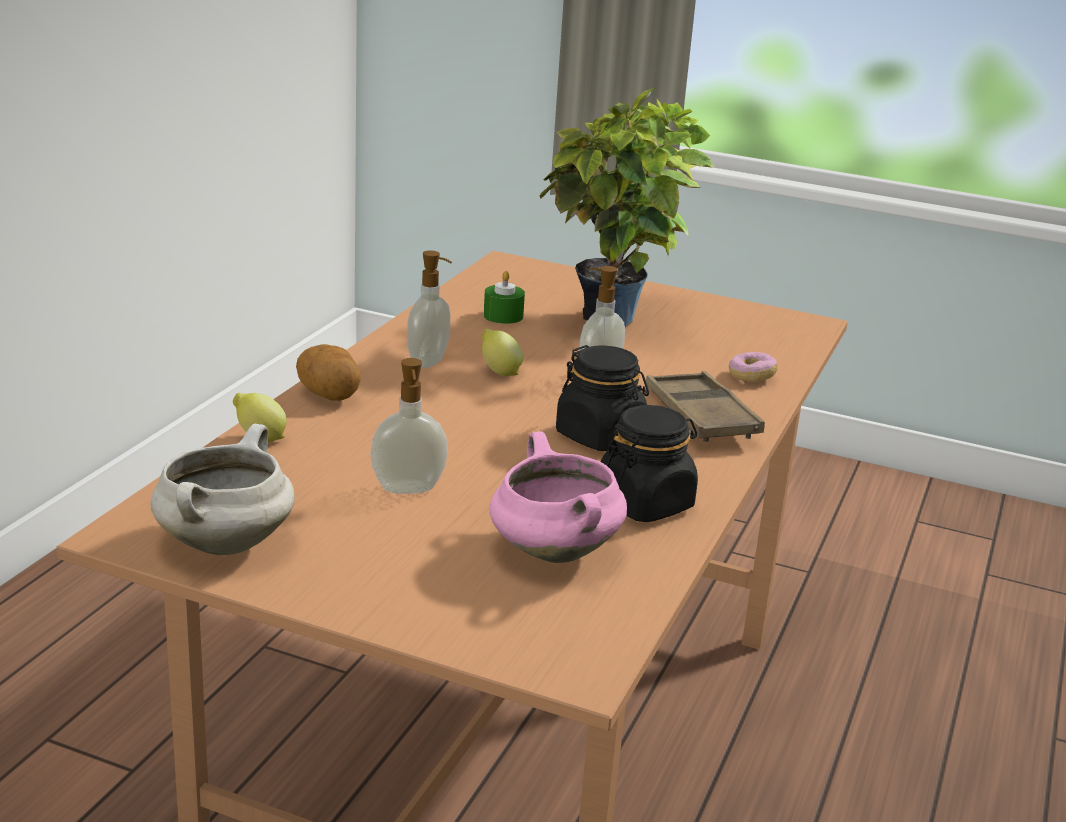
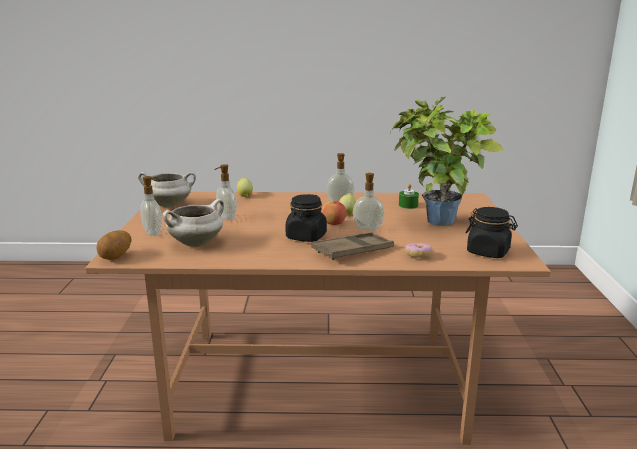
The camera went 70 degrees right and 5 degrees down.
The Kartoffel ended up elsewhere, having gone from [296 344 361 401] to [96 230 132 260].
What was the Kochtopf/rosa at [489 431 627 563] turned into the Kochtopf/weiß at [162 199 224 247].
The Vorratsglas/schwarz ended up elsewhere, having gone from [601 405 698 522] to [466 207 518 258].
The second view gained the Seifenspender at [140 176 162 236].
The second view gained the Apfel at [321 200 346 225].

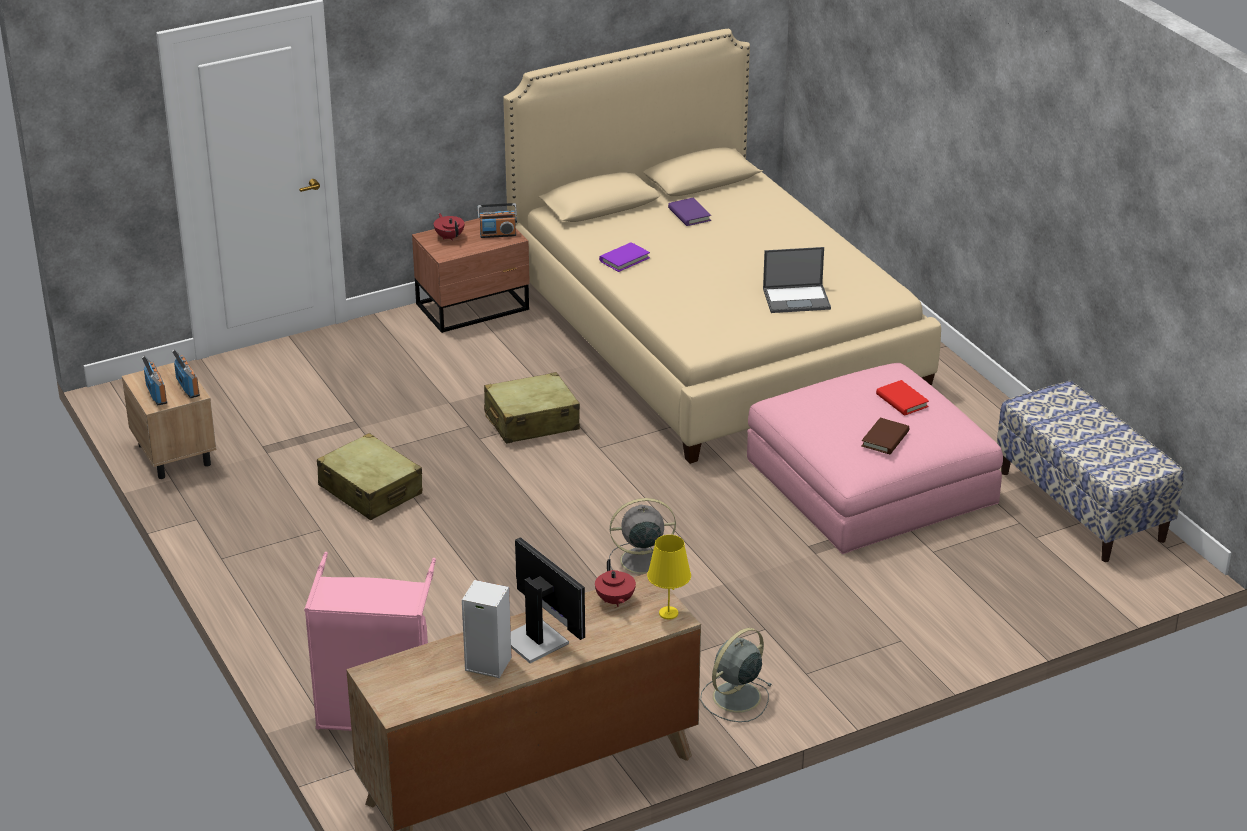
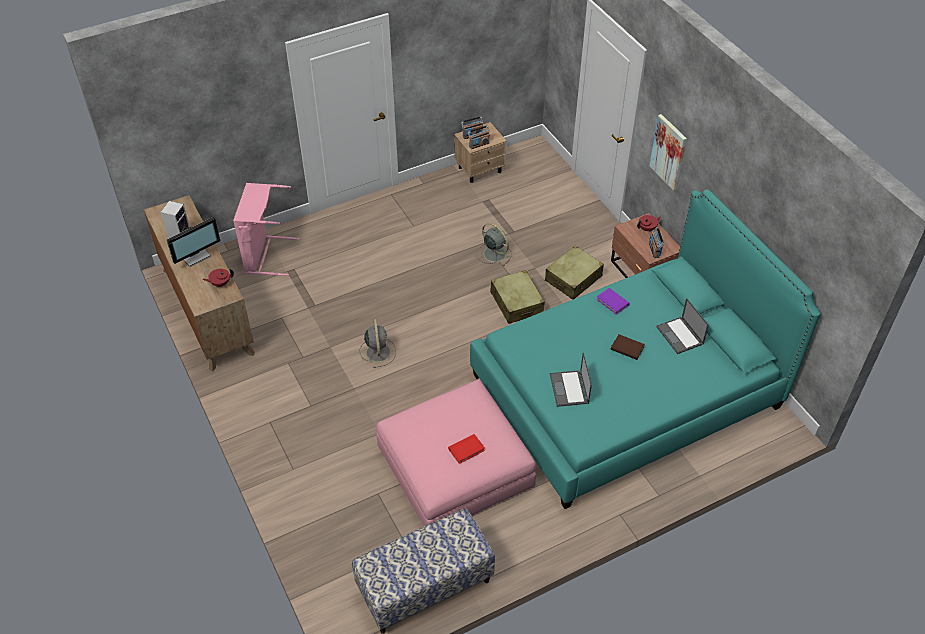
The camera went 90 degrees right and 15 degrees up.
The Koffer/beige ended up elsewhere, having gone from [317 433 422 520] to [545 245 604 300].
What was the Bett/beige at [503 29 941 464] turned into the Bett/türkis at [470 189 820 509].
The second view lost the Tischlampe/gelb at [647 535 691 620].
Where the Buch/lila stood at [668 198 711 226], the Laptop came to stand at [656 298 709 354].
The Ventilator/grau ended up elsewhere, having gone from [700 628 772 722] to [476 223 512 266].
The Buch/braun ended up elsewhere, having gone from [861 418 909 454] to [611 334 645 360].
The second view gained the Bild at [649 114 687 190].

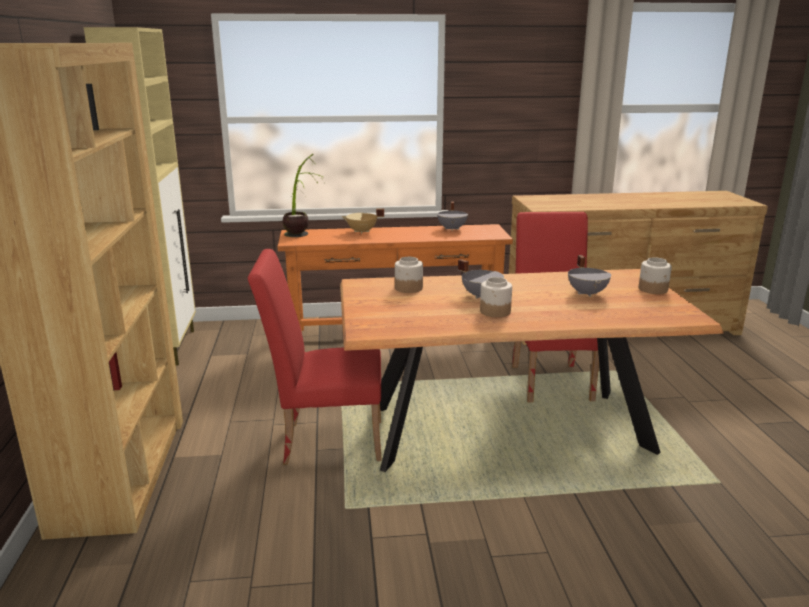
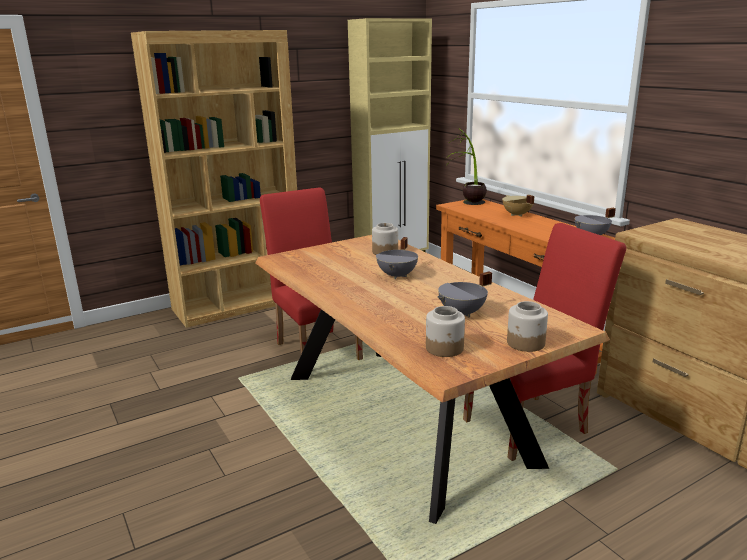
The camera went 65 degrees right and 0 degrees up.
The Vorratsglas ended up elsewhere, having gone from [480 277 512 317] to [426 306 465 357].

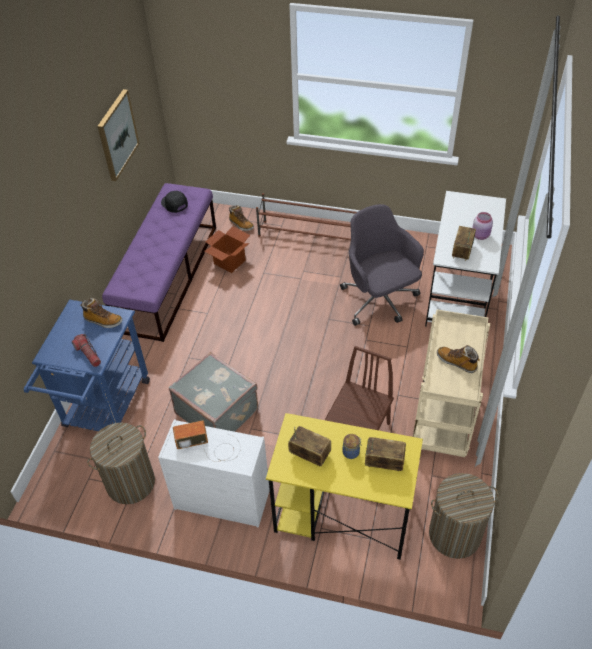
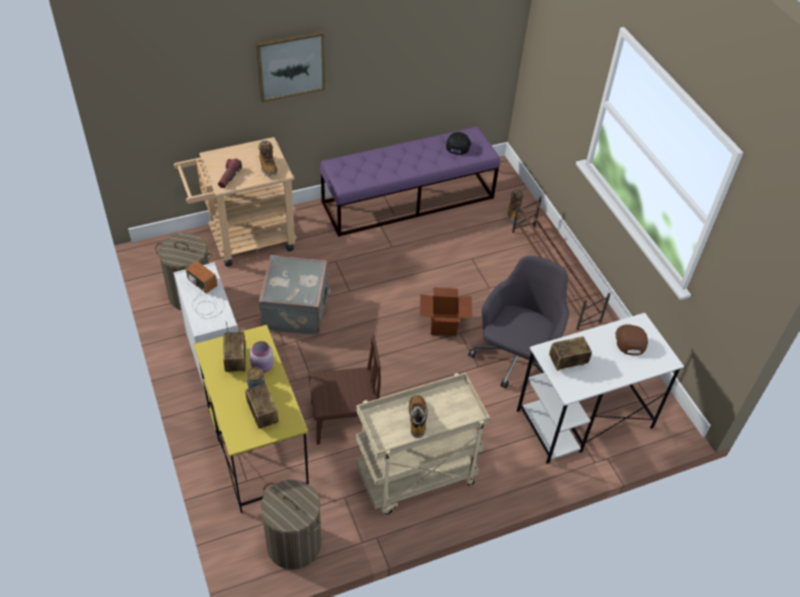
The camera went 50 degrees right and 0 degrees up.
What was the Rollwagen/blau at [24 299 150 431] turned into the Rollwagen/beige at [174 137 297 267].
The Bild ended up elsewhere, having gone from [97 89 140 181] to [256 31 325 102].
The Karton ended up elsewhere, having gone from [204 226 250 273] to [420 287 472 336].
The Vorratsglas/rosa ended up elsewhere, having gone from [472 212 493 240] to [250 341 274 373].
The second view gained the Kappe/braun at [615 324 648 355].

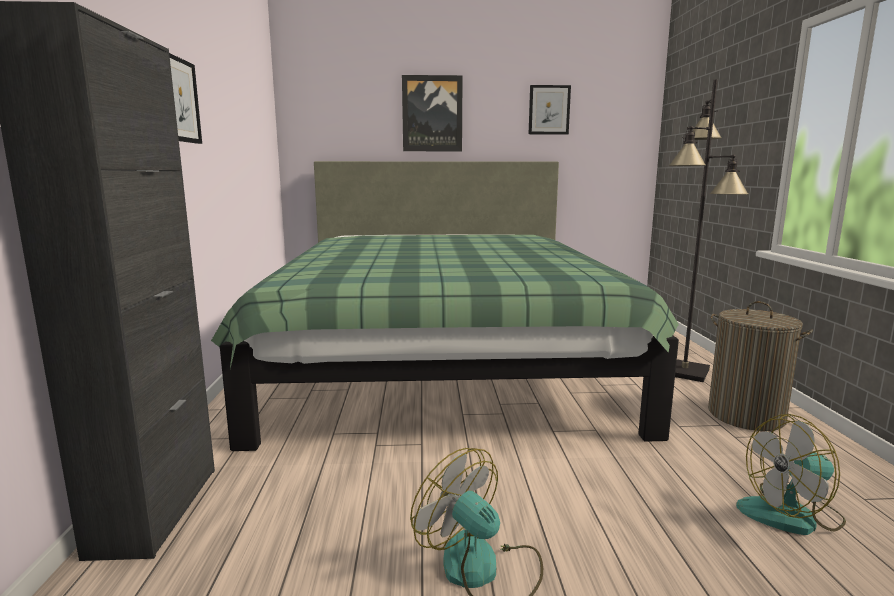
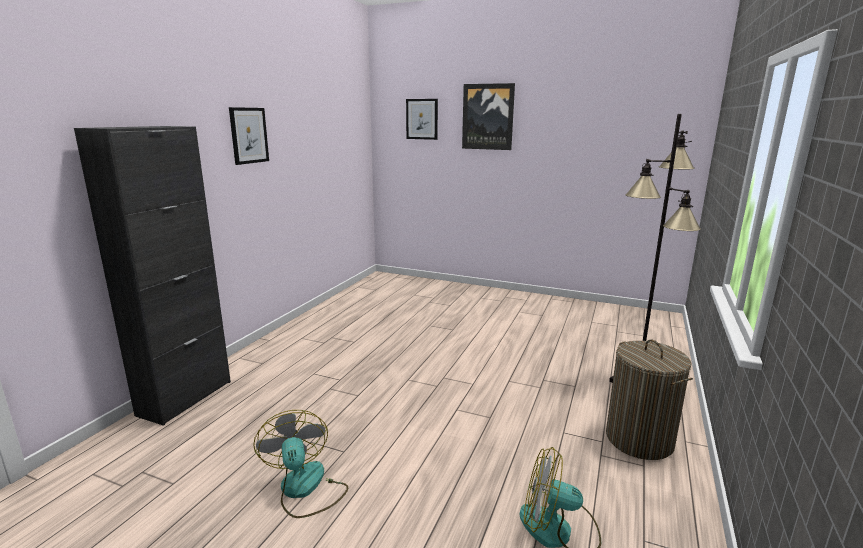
The camera went 25 degrees right and 5 degrees up.
The second view lost the Bett/grün at [211 161 679 451].
The Bild ended up elsewhere, having gone from [529 85 571 134] to [406 99 438 140].

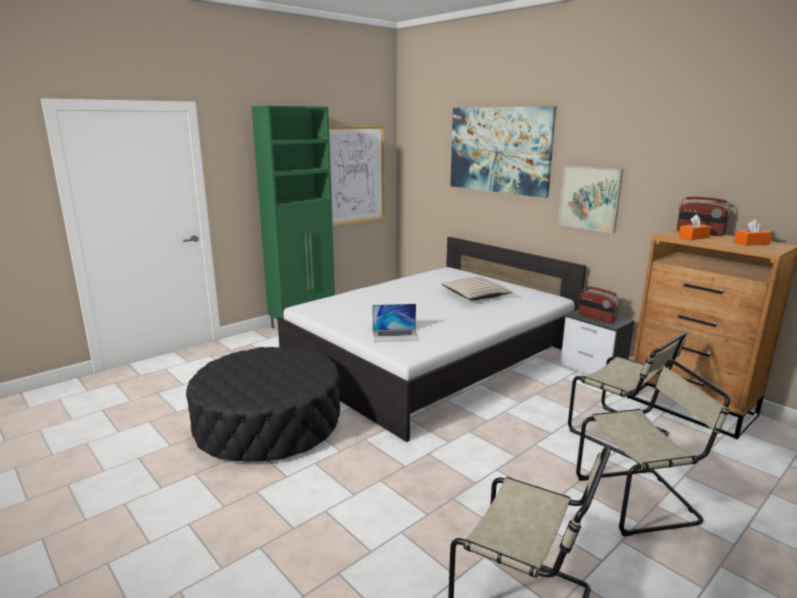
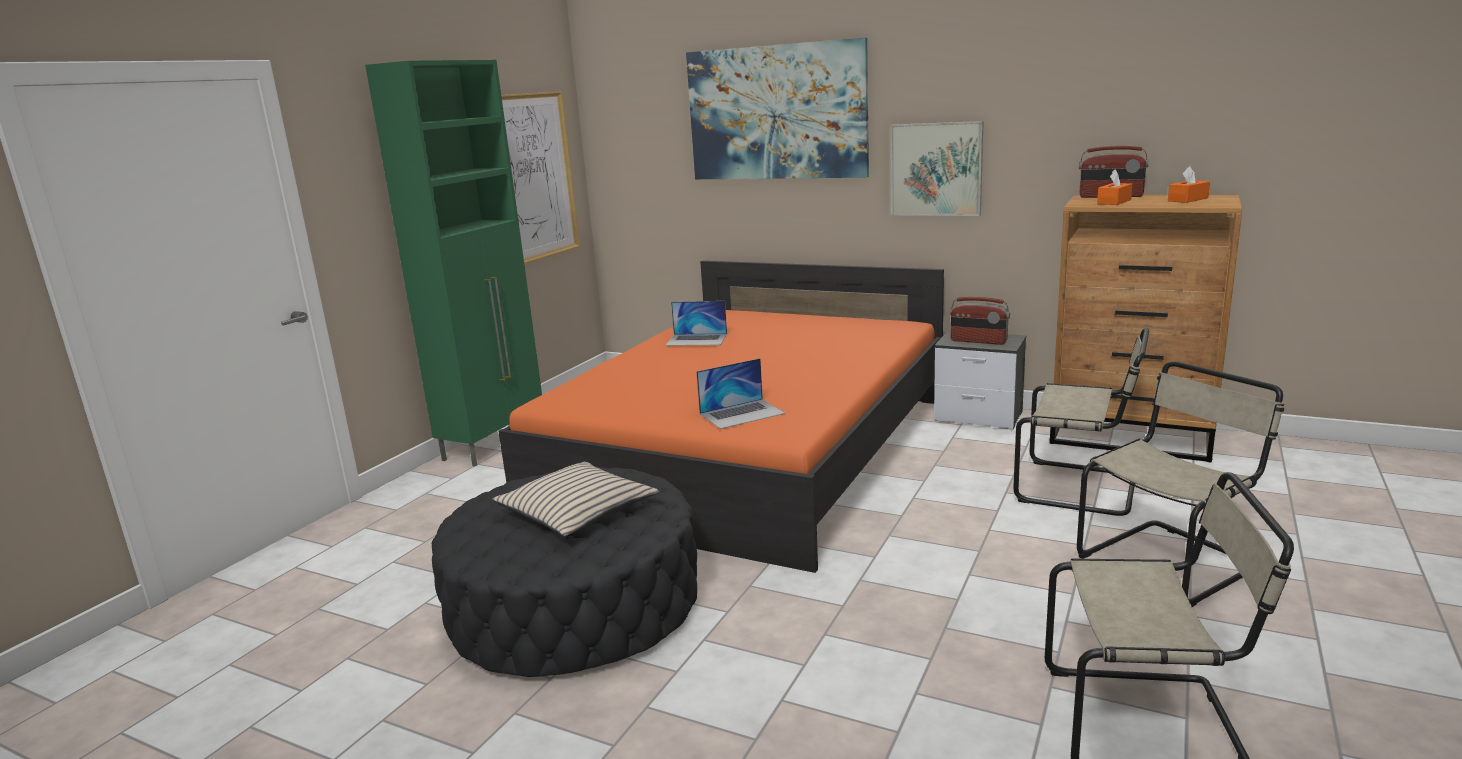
The camera went 20 degrees left and 0 degrees up.
What was the Bett/weiß at [277 237 586 442] turned into the Bett/orange at [498 261 944 573].
The Kissen/beige ended up elsewhere, having gone from [442 277 513 300] to [493 462 659 537].
The second view gained the Laptop at [665 301 727 346].

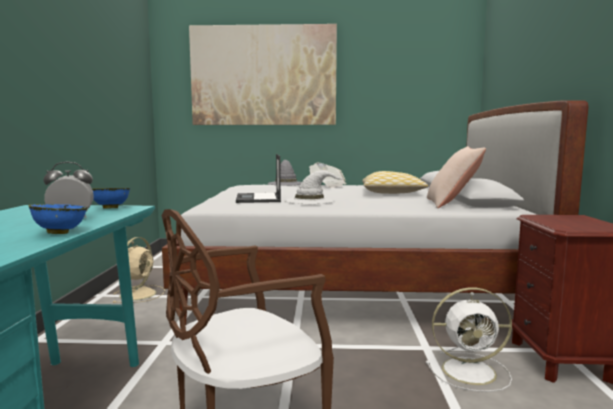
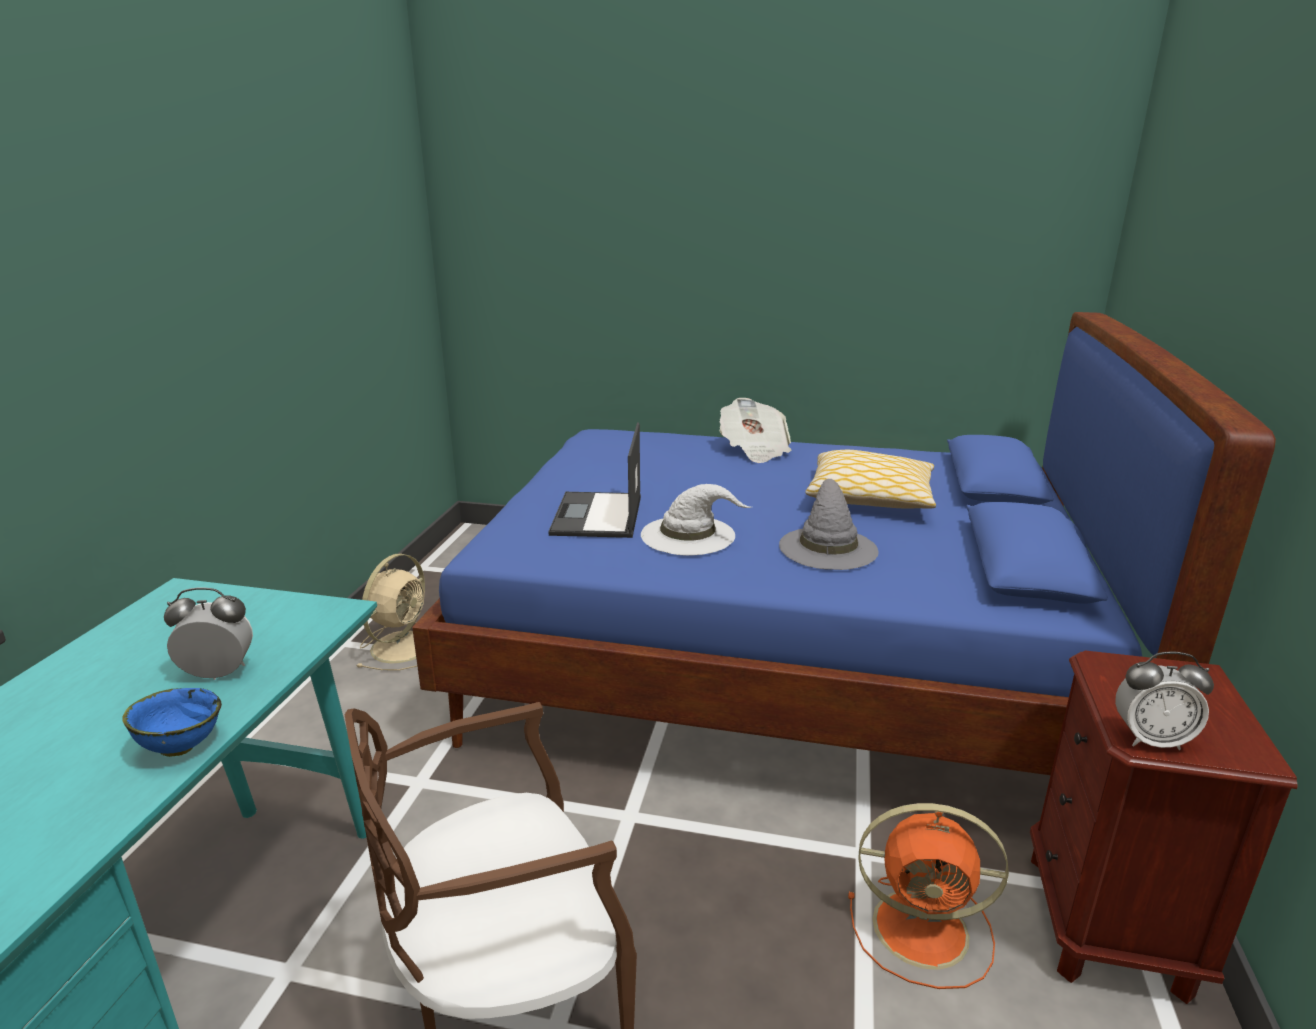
The camera went 10 degrees right and 15 degrees up.
The second view lost the Schüssel/blau at [92 188 130 209].
What was the Bett/weiß at [162 100 588 327] turned into the Bett/blau at [412 312 1276 775].
The second view lost the Bild at [189 24 337 125].
The Hut/grau ended up elsewhere, having gone from [267 160 302 186] to [779 479 879 570].
What was the Ventilator/weiß at [426 287 512 392] turned into the Ventilator/orange at [848 803 1009 989].
The second view lost the Kissen/beige at [427 146 486 208].
The second view gained the Wecker at [1115 652 1214 750].

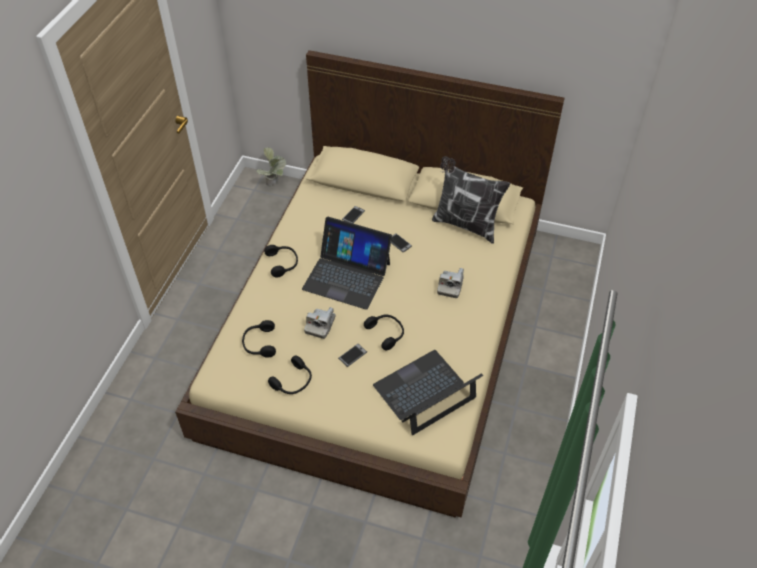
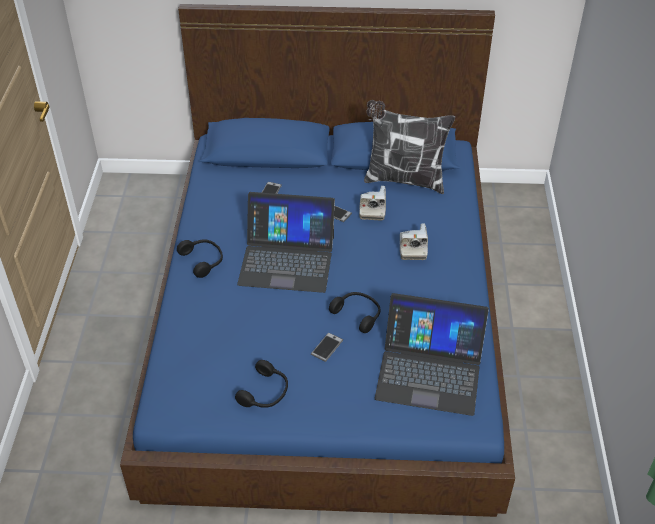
The camera went 15 degrees left and 5 degrees down.
What was the Bett/beige at [175 50 565 518] turned into the Bett/blau at [120 4 515 517].
The second view lost the Kopfhörer/schwarz at [242 320 276 358].
The second view lost the Topfpflanze at [256 147 286 187].
The Kamera ended up elsewhere, having gone from [304 307 336 339] to [359 186 386 221].
The Laptop at [373 350 483 435] ended up facing another way, 120 degrees counterclockwise from before.

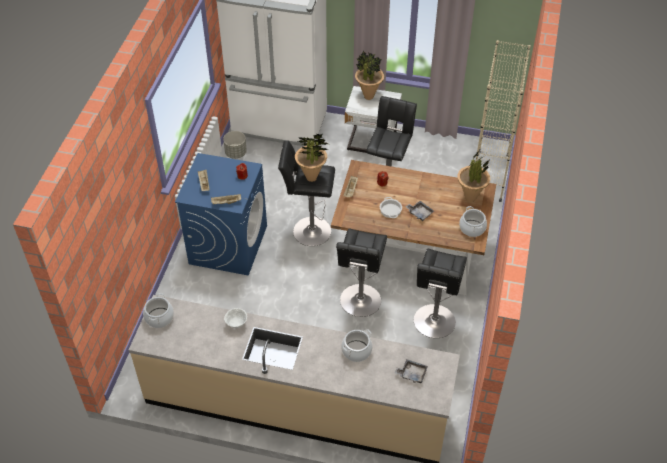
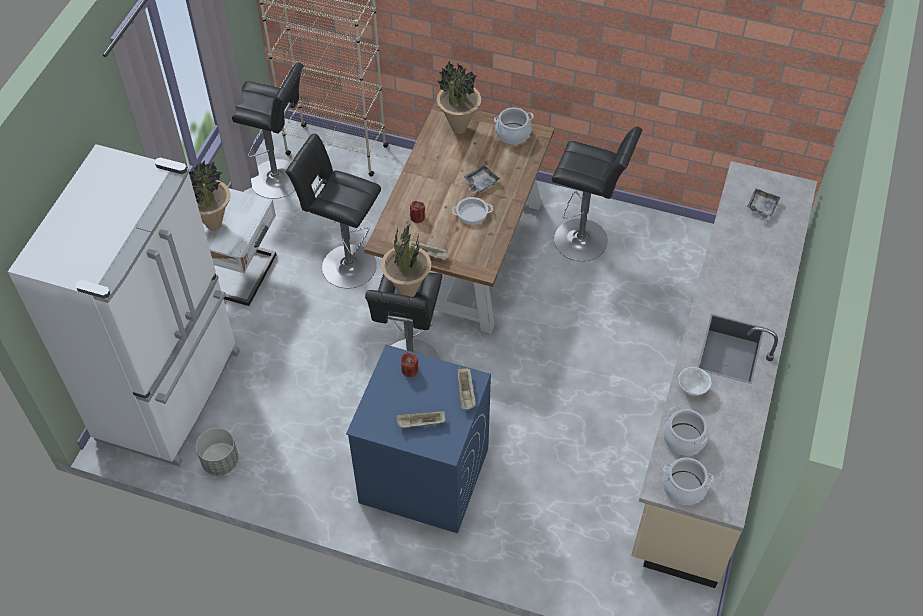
The camera went 85 degrees left and 5 degrees up.
The Hocker/schwarz ended up elsewhere, having gone from [336 228 387 317] to [232 62 304 199].
The Kochtopf ended up elsewhere, having gone from [341 329 373 362] to [663 406 709 455].

